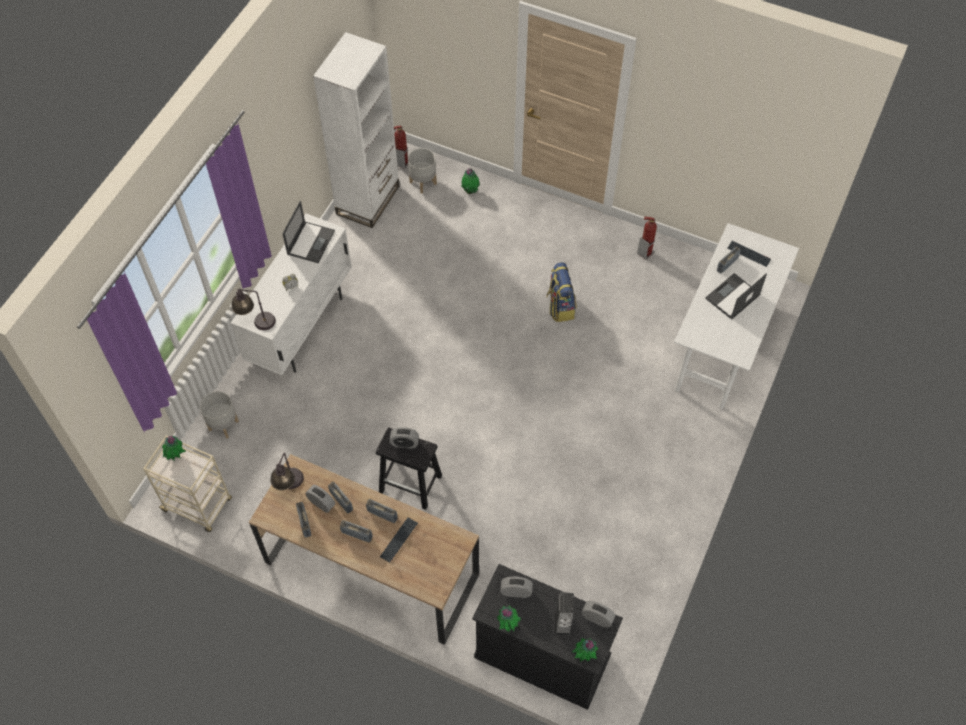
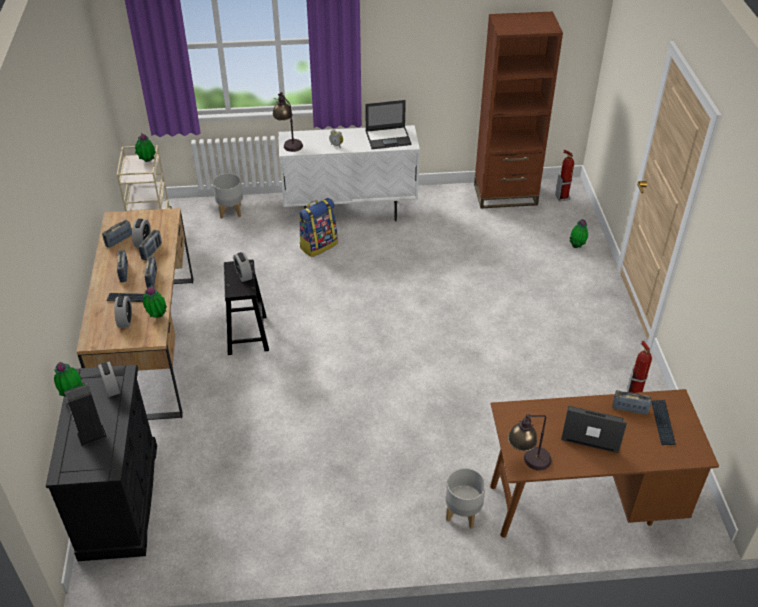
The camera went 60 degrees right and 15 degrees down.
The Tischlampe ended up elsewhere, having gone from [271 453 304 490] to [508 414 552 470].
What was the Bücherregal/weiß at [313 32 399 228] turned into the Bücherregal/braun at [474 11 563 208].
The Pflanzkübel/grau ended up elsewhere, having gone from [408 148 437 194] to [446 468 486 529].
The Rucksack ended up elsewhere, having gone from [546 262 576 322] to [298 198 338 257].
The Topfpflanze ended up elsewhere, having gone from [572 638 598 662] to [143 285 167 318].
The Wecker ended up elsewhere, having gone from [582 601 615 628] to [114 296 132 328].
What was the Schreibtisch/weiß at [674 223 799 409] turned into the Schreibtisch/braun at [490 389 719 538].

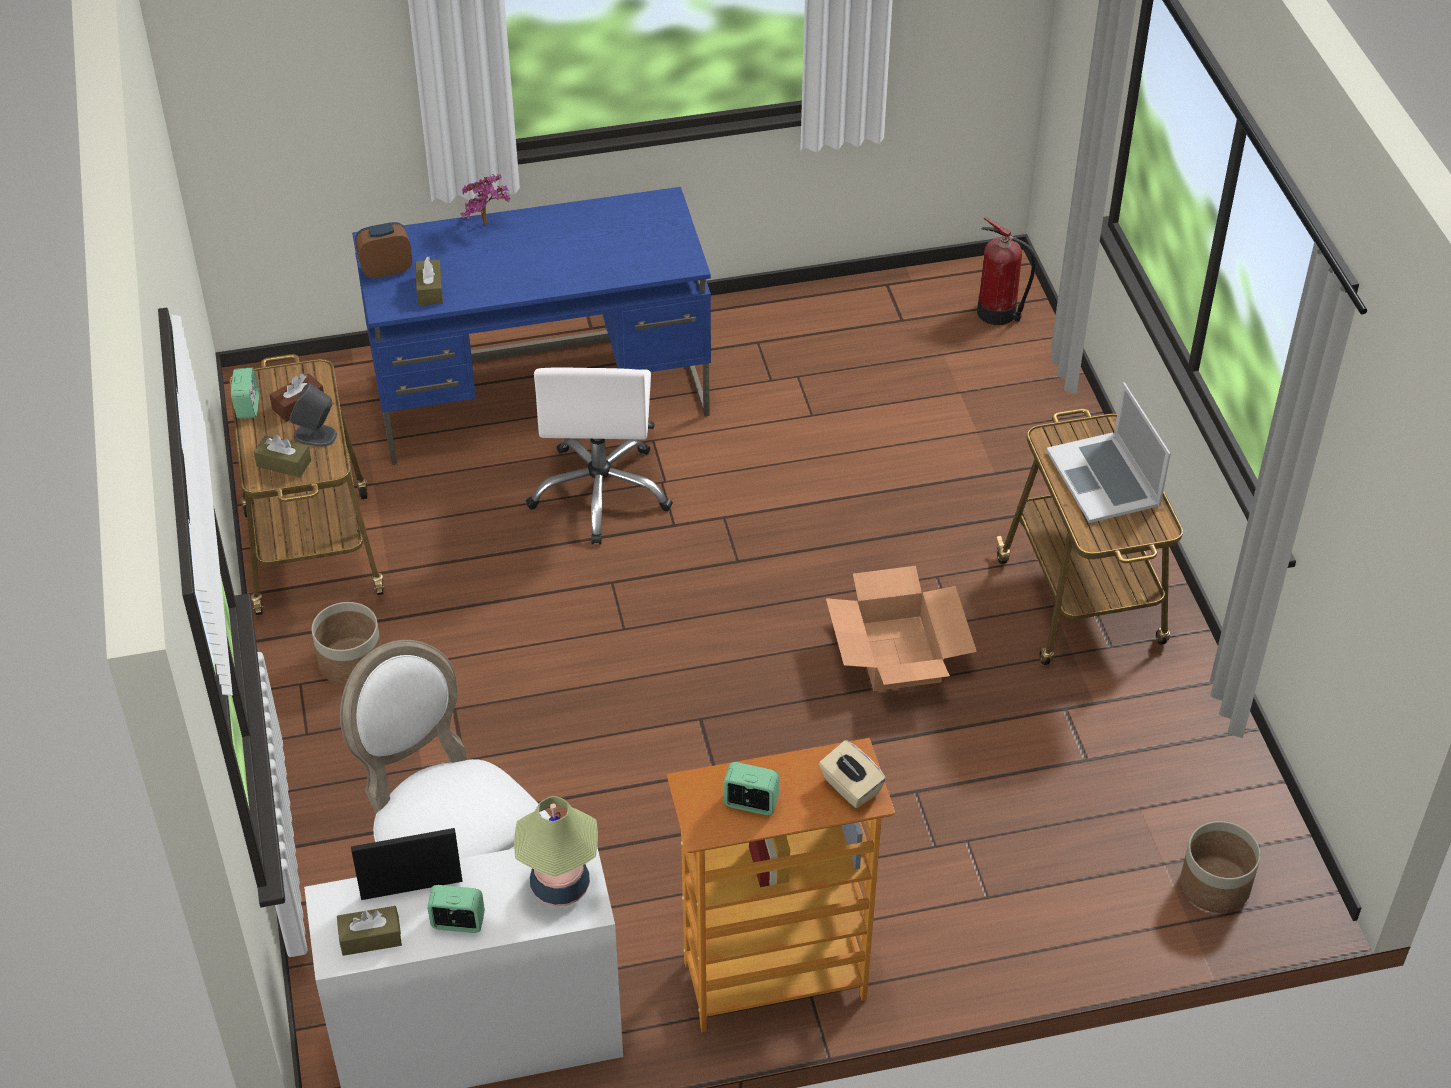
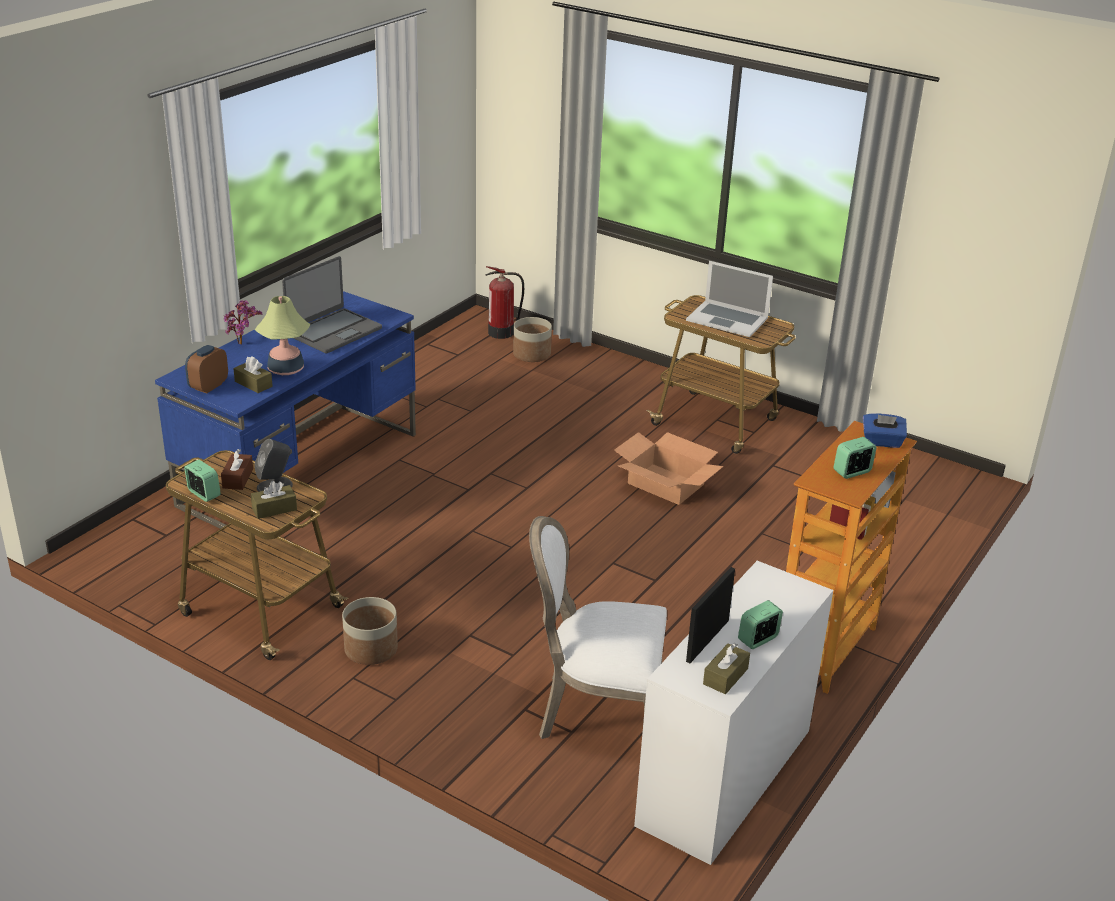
The camera went 45 degrees left and 15 degrees down.
The Tischlampe ended up elsewhere, having gone from [514 796 598 906] to [255 296 310 375].
The second view lost the Bürostuhl/weiß at [526 368 673 544].
What was the Taschentuchbox/beige at [819 740 886 808] turned into the Taschentuchbox/blau at [863 414 907 448].
The Pflanzkübel ended up elsewhere, having gone from [1180 821 1261 913] to [513 317 552 362].
The second view gained the Laptop at [282 256 382 354].

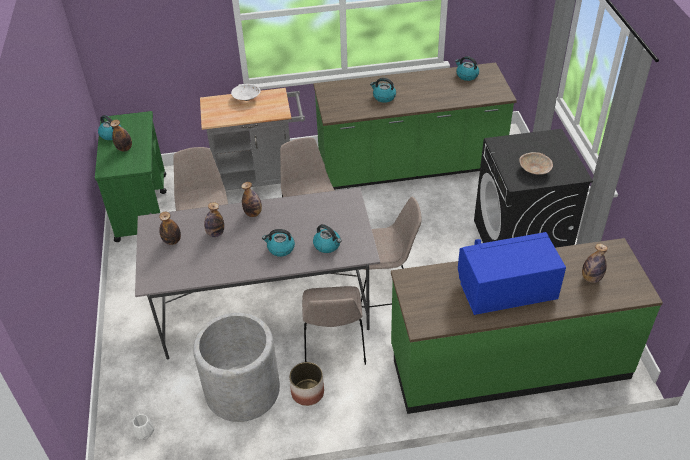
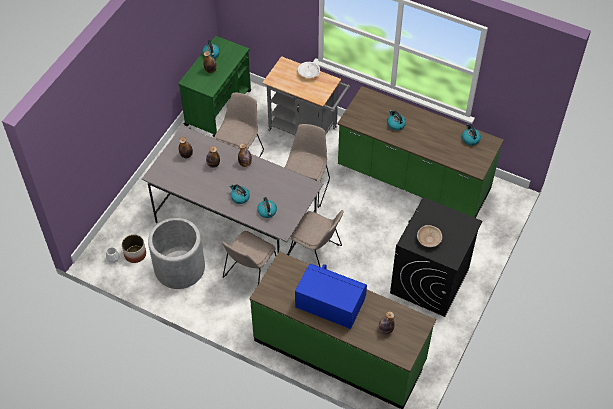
The camera went 35 degrees right and 10 degrees up.
The Pflanzkübel ended up elsewhere, having gone from [289 362 324 406] to [122 235 146 263].

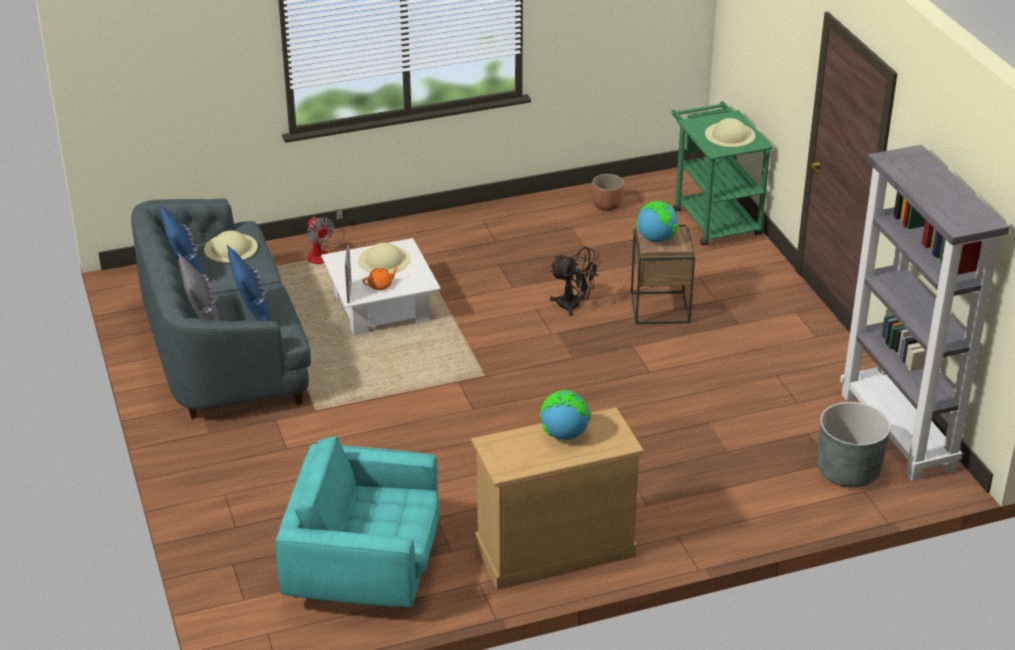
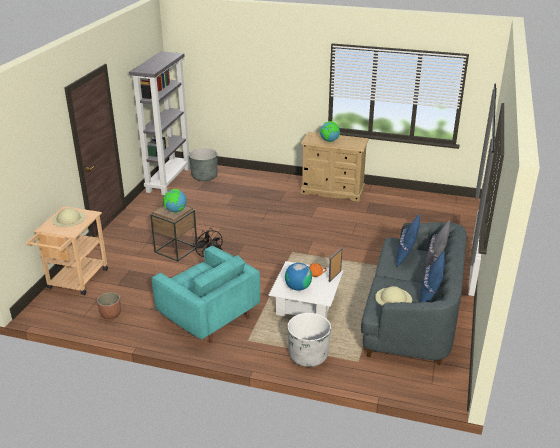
The camera went 145 degrees left and 5 degrees down.
The Sessel/türkis ended up elsewhere, having gone from [275 436 439 608] to [152 246 260 343].
Where the Ventilator stood at [307 210 344 264], the Pflanzkübel/weiß came to stand at [288 313 331 367].
Where the Hut/beige stood at [358 242 411 274], the Globus came to stand at [285 263 312 291].
What was the Rollwagen/grün at [672 101 773 246] turned into the Rollwagen/beige at [26 206 108 295].

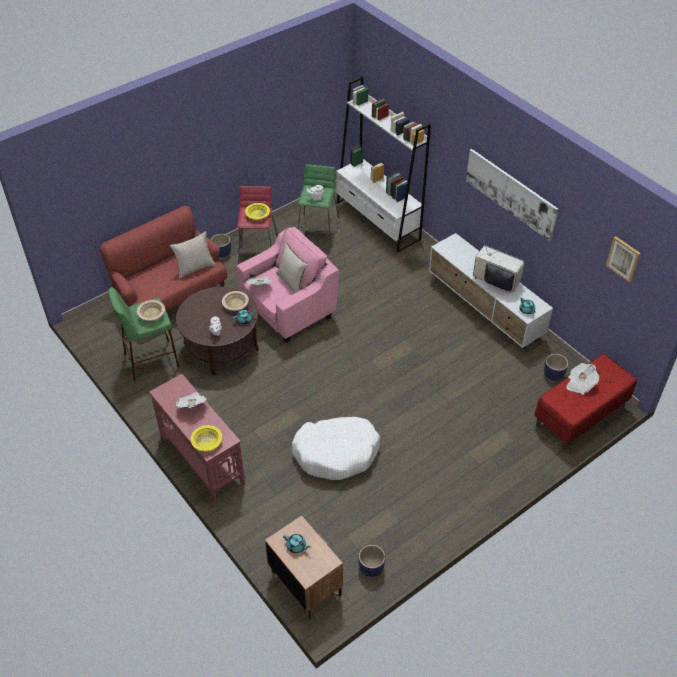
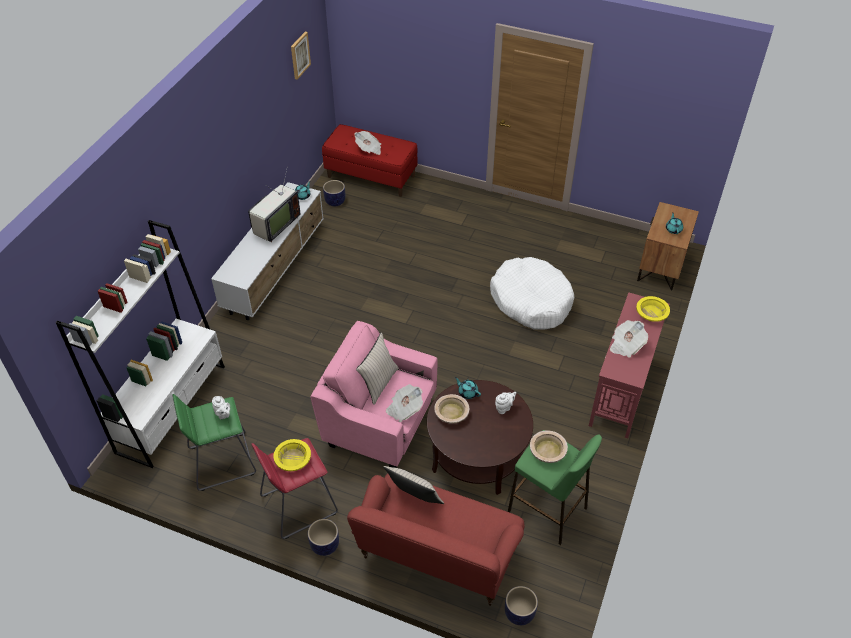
The camera went 120 degrees left and 0 degrees up.
The Pflanzkübel ended up elsewhere, having gone from [358 545 385 577] to [505 586 538 625].
The second view lost the Bild at [466 149 558 241].
The Fernseher at [473 236 525 293] ended up facing another way, 150 degrees counterclockwise from before.

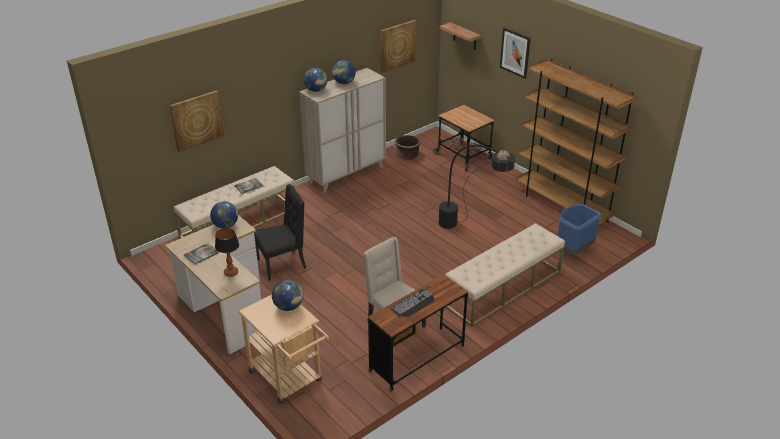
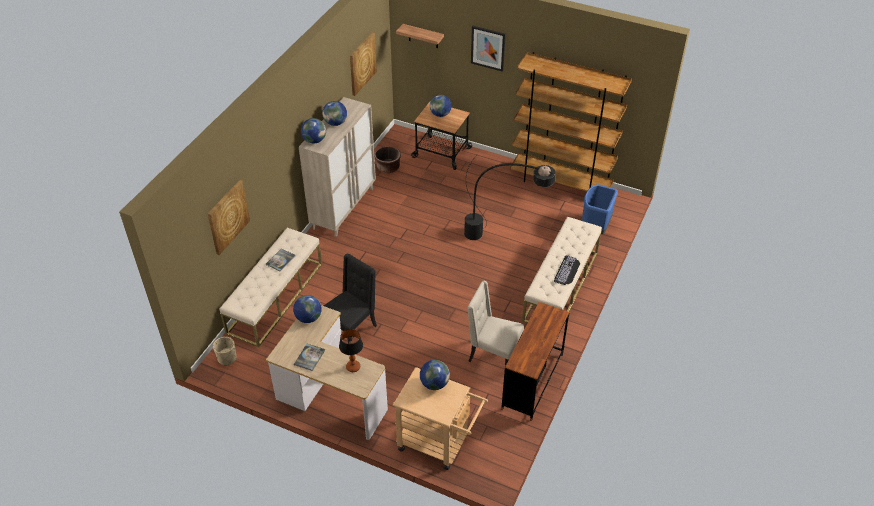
The camera went 25 degrees left and 10 degrees up.
The Tastatur ended up elsewhere, having gone from [390 289 434 317] to [554 255 580 285].
The second view gained the Pflanzkübel/beige at [213 337 236 366].
The second view gained the Globus at [430 95 452 117].

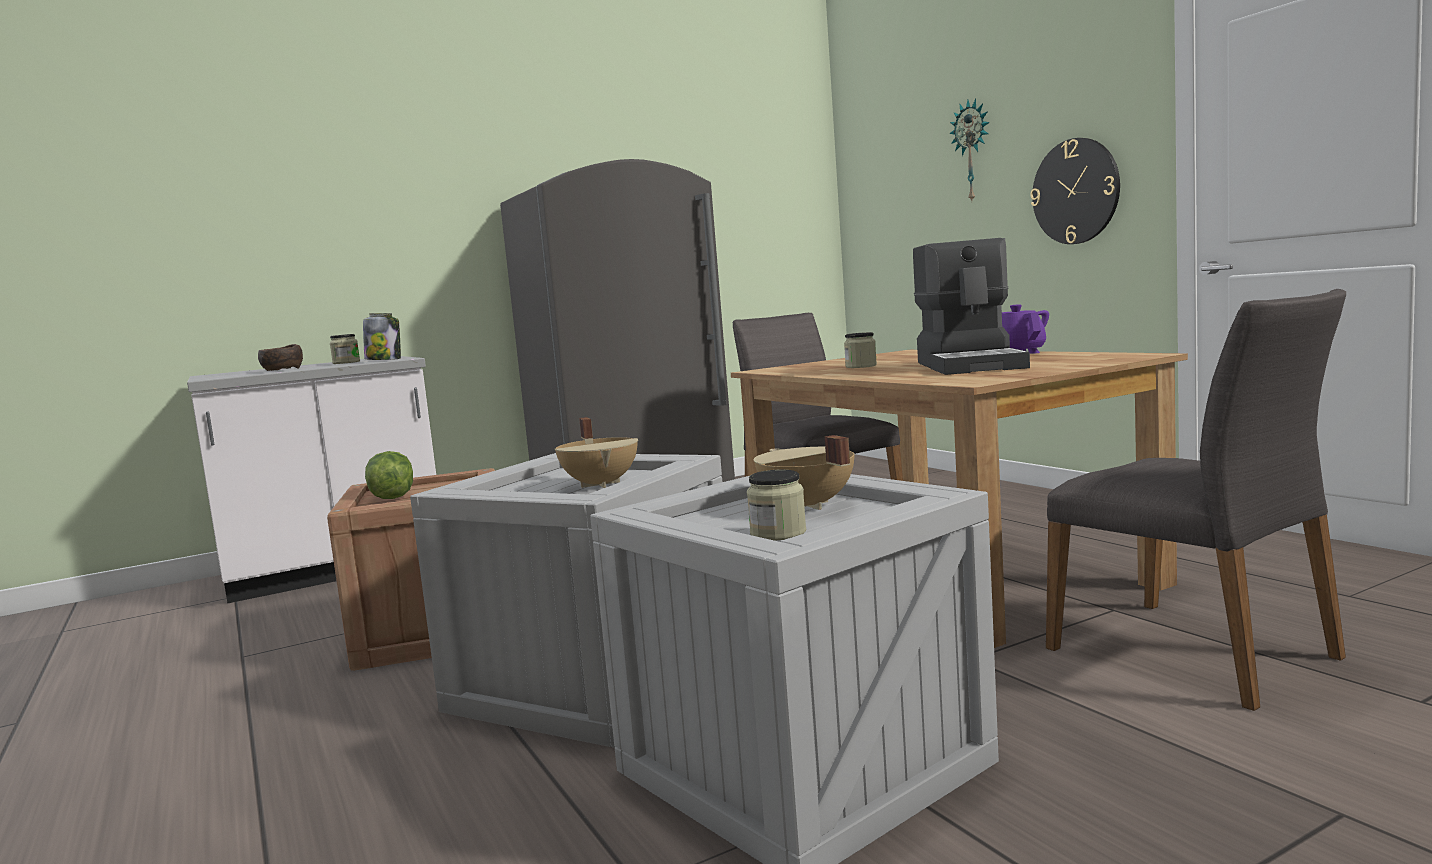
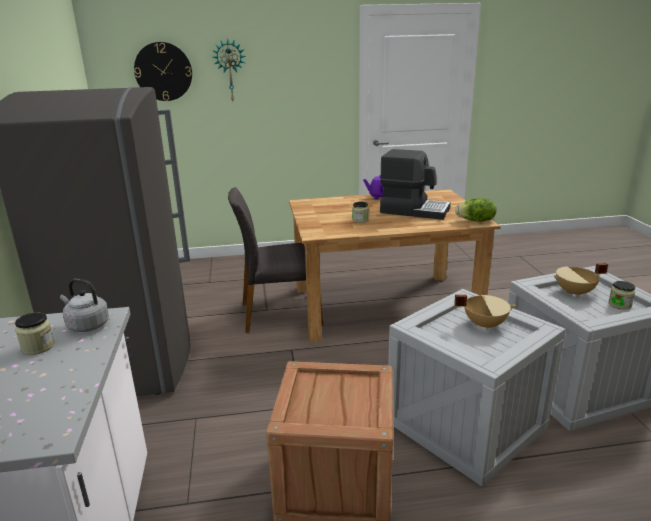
The camera went 70 degrees left and 15 degrees up.
The second view lost the Schüssel/braun at [258 344 303 371].
Where the Vorratsglas stood at [363 313 401 360], the Wasserkessel/grau came to stand at [60 279 109 332].
The Salatkopf ended up elsewhere, having gone from [365 451 413 499] to [455 198 496 222].
The Wanduhr ended up elsewhere, having gone from [1030 138 1120 244] to [134 42 192 101].
The second view lost the Stuhl/grau at [1046 289 1346 711].

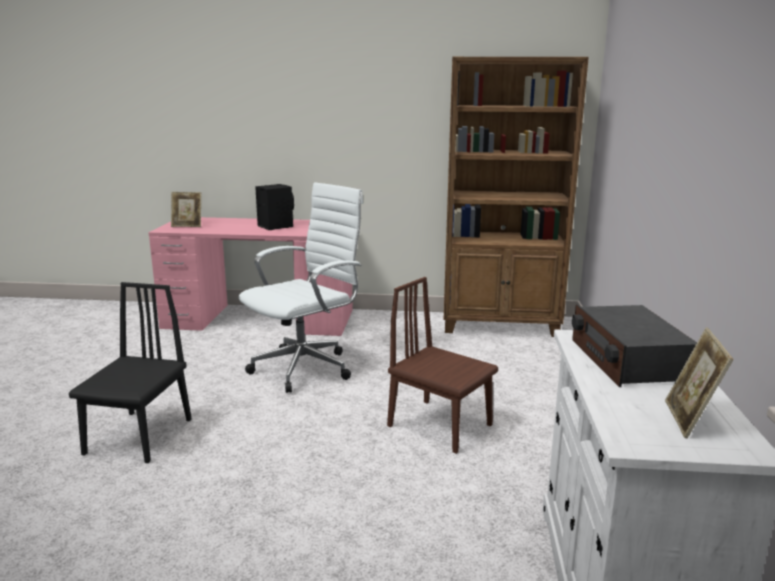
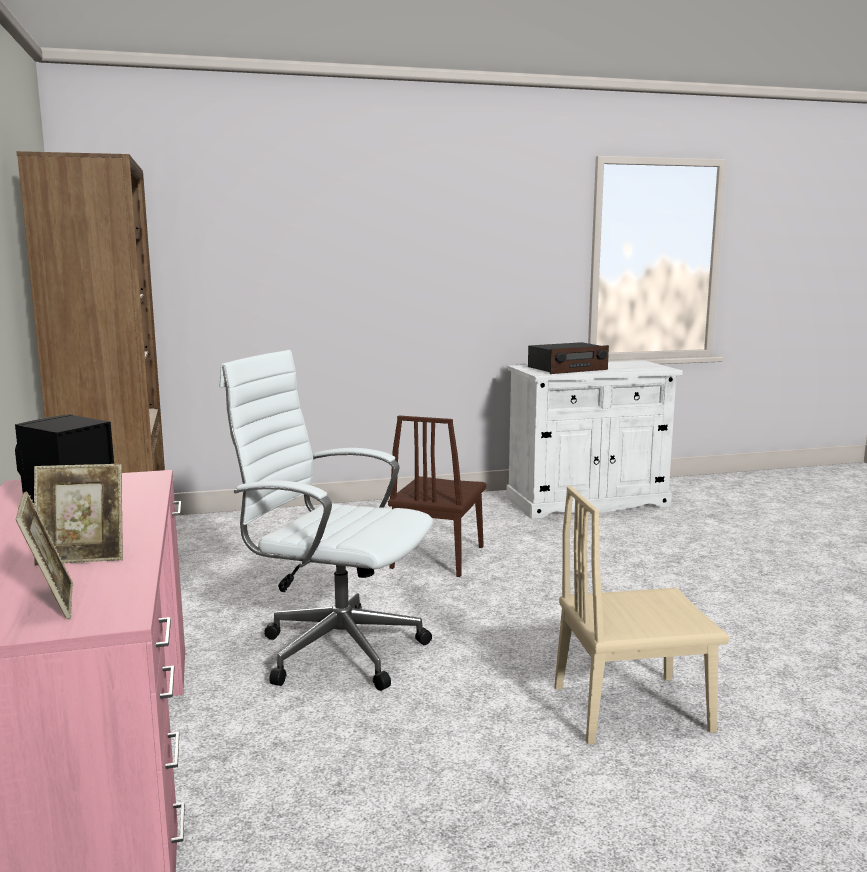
The camera went 110 degrees left and 5 degrees down.
What was the Stuhl/schwarz at [69 282 191 463] turned into the Stuhl/beige at [555 486 729 744].
The Bilderrahmen ended up elsewhere, having gone from [665 327 734 438] to [34 464 123 565].

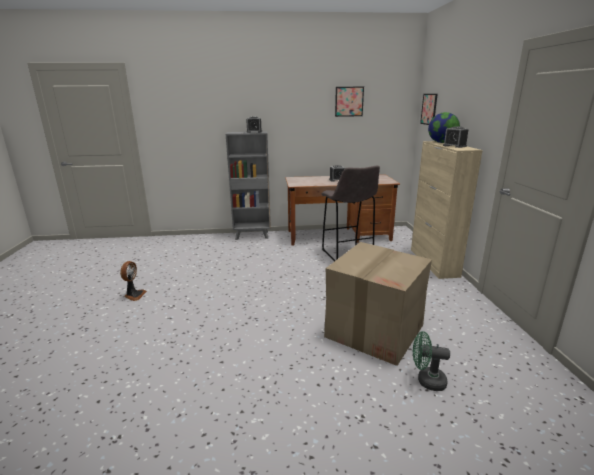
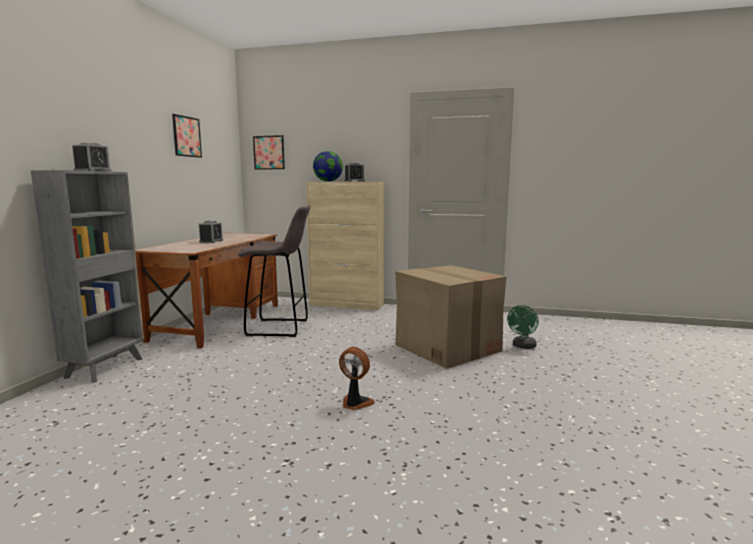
The camera went 70 degrees left and 10 degrees down.
The Ventilator ended up elsewhere, having gone from [120 261 147 301] to [339 347 375 410].

